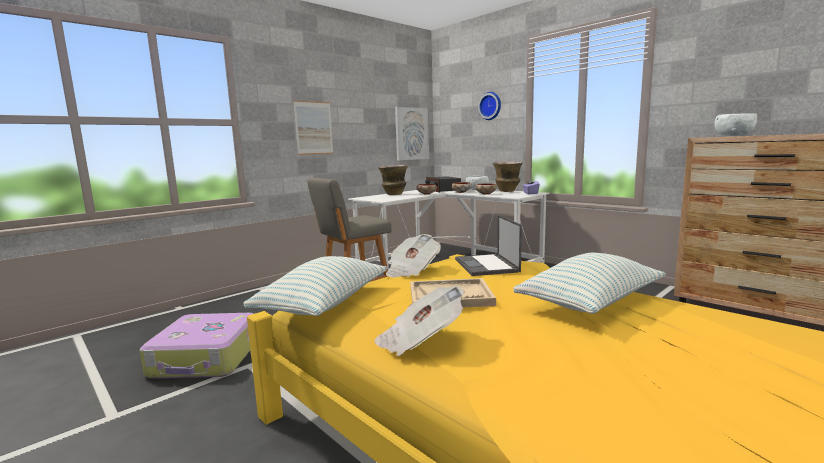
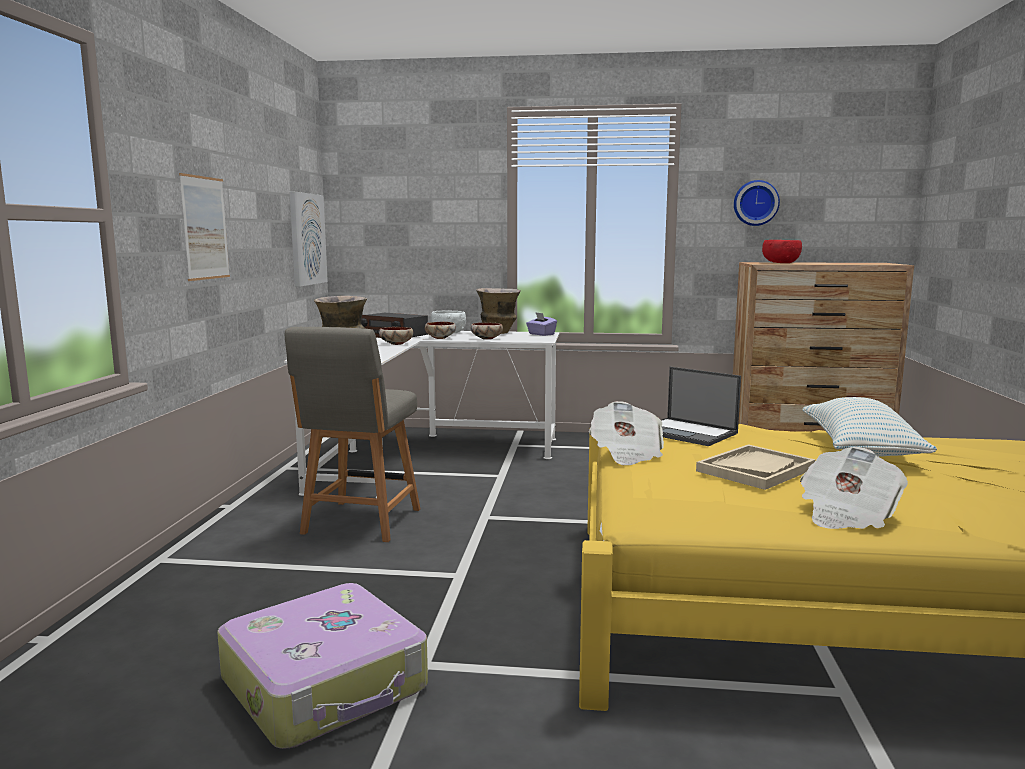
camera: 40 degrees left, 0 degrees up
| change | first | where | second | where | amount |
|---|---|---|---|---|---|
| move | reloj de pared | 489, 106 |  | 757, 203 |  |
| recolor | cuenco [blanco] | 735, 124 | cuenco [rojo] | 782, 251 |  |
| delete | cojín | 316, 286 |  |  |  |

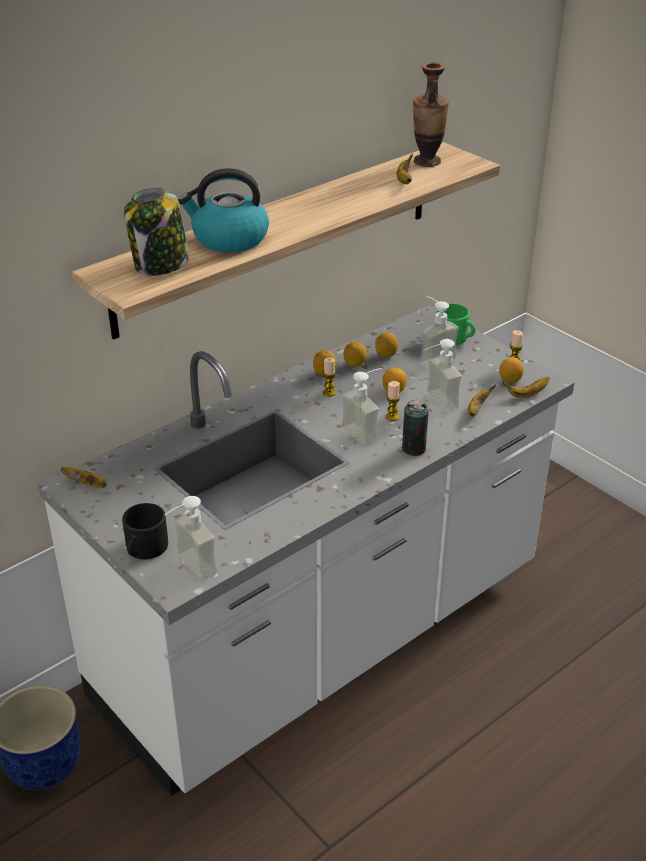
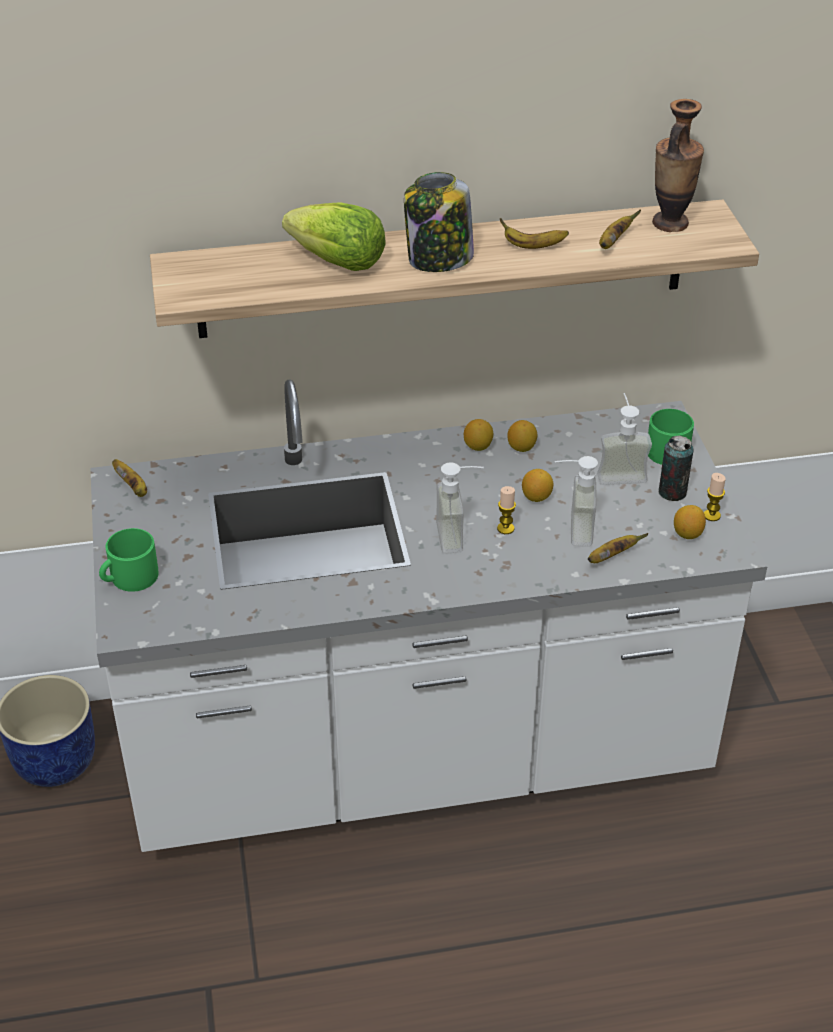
camera: 30 degrees right, 5 degrees up
| change | first | where | second | where | amount |
|---|---|---|---|---|---|
| recolor | taza grande [negro] | 145, 531 | taza grande [verde] | 128, 560 |  |
| replace | hervidor | 223, 210 | lechuga | 334, 236 |  |
| move | tarro | 156, 232 |  | 439, 222 |  |
| move | plátano | 526, 387 |  | 534, 233 |  |
| move | lata | 415, 428 |  | 676, 468 |  |
| delete | dispensador de jabón | 190, 538 |  |  |  |
| delete | vela | 329, 377 |  |  |  |
| delete | limón | 386, 345 |  |  |  |

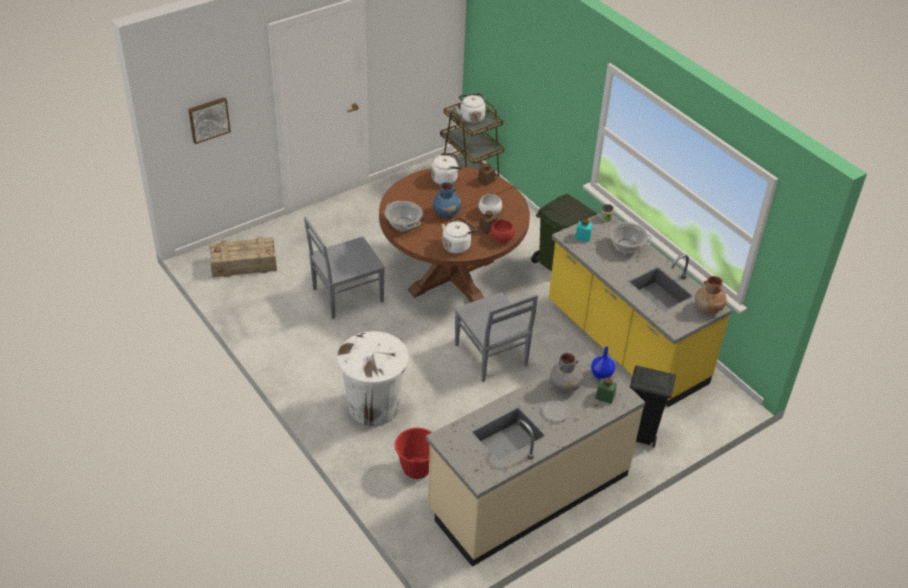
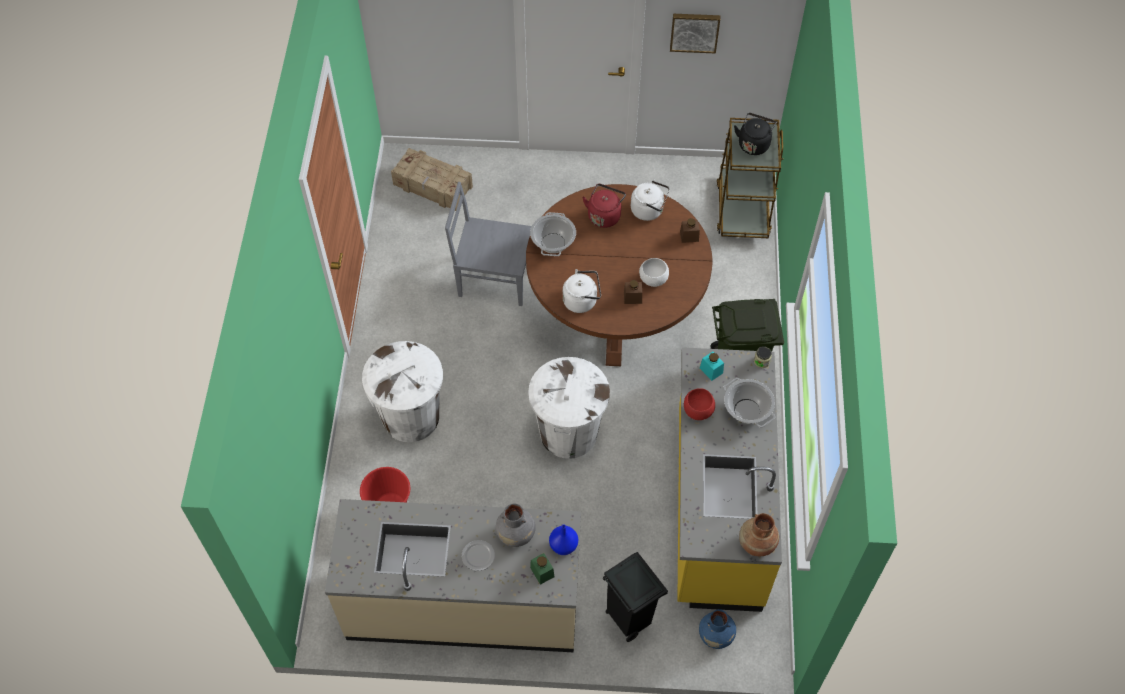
camera: 40 degrees right, 15 degrees up
| change | first | where | second | where | amount |
|---|---|---|---|---|---|
| replace | silla [gris] | 496, 337 | papelera [blanco] | 569, 408 |  |
| insert |  |  | hervidor [rojo] | 604, 206 |  |
| move | cuadro | 209, 120 |  | 695, 34 |  |
| move | cuenco [rojo] | 503, 231 |  | 699, 404 |  |
| move | florero [azul] | 447, 199 |  | 717, 629 |  |
| recolor | hervidor [blanco] | 471, 108 | hervidor [negro] | 755, 134 |  |

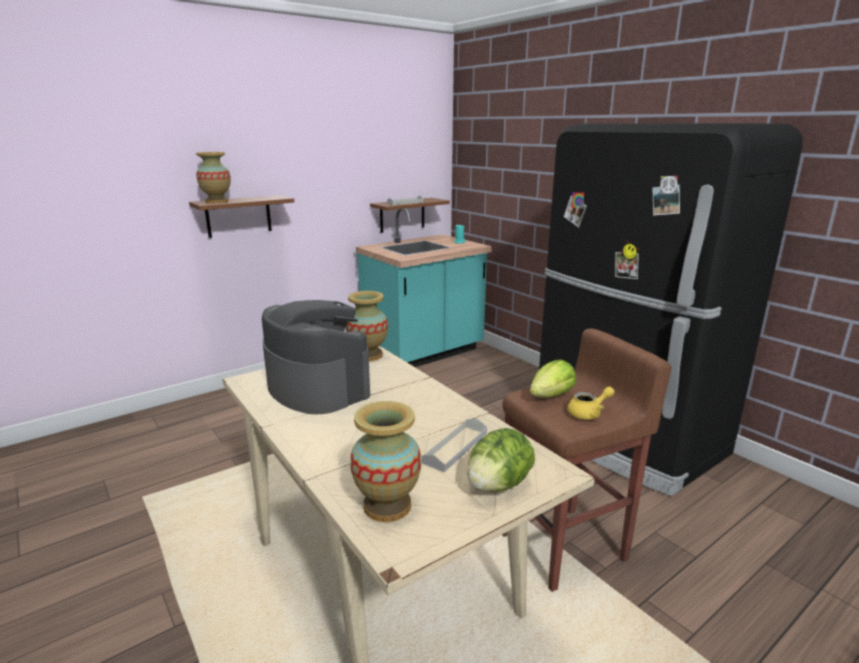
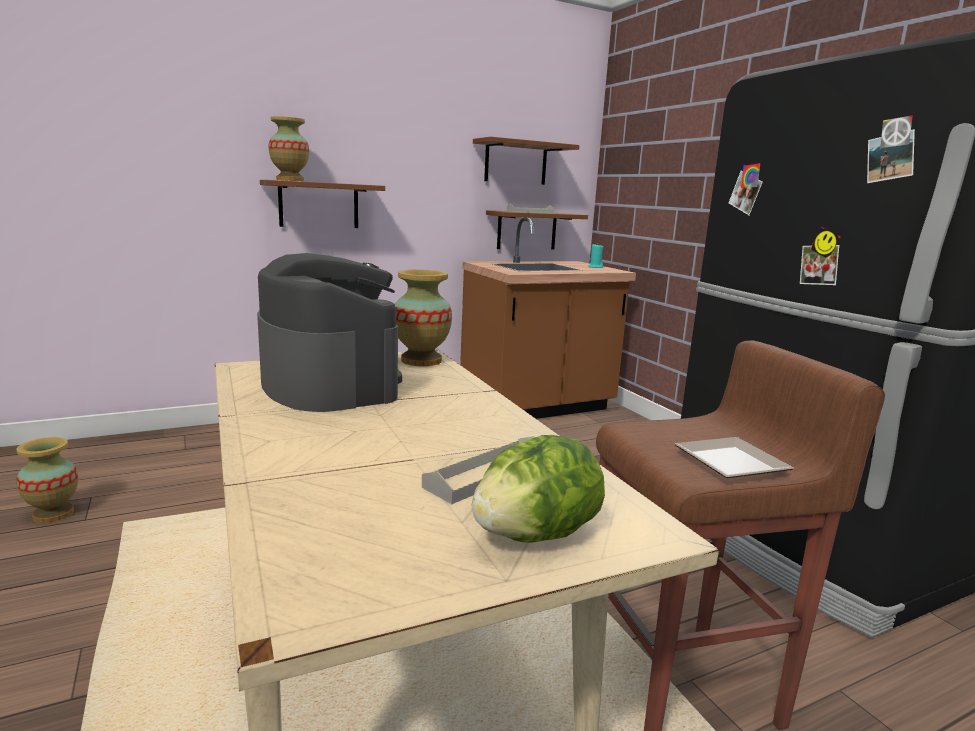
camera: 10 degrees right, 5 degrees down
| change | first | where | second | where | amount |
|---|---|---|---|---|---|
| move | florero | 385, 461 |  | 47, 480 |  |
| recolor | mueble bajo de cocina [turquesa] | 424, 288 | mueble bajo de cocina [marrón] | 548, 318 |  |
| insert |  |  | estante [marrón] | 526, 161 |  |
| replace | tetera [amarillo] | 591, 403 | plato | 734, 457 |  |
| delete | lechuga | 553, 378 |  |  |  |

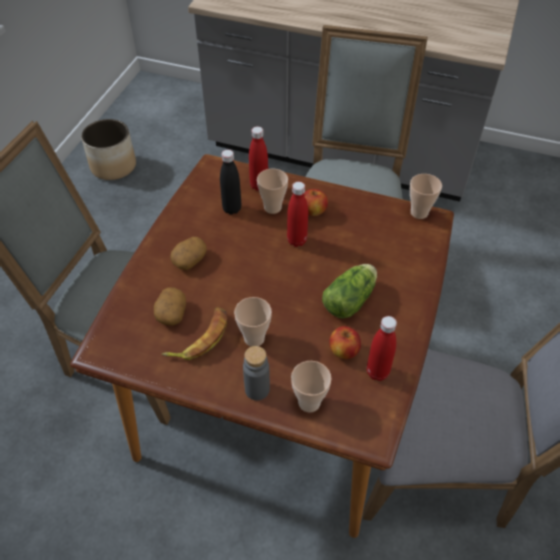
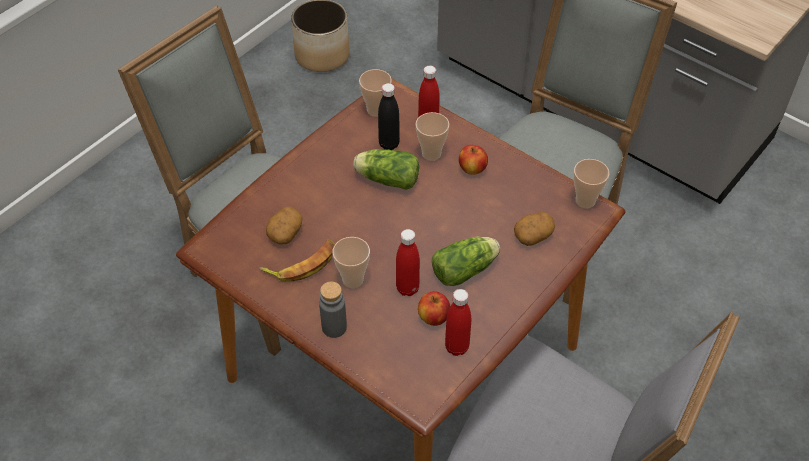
camera: 20 degrees right, 0 degrees up
| change | first | where | second | where | amount |
|---|---|---|---|---|---|
| insert |  |  | lechuga | 386, 169 |  |
| move | taza | 311, 387 |  | 375, 93 |  |
| move | botella [rojo] | 297, 214 |  | 408, 262 |  |
| move | patata | 188, 253 |  | 534, 229 |  |

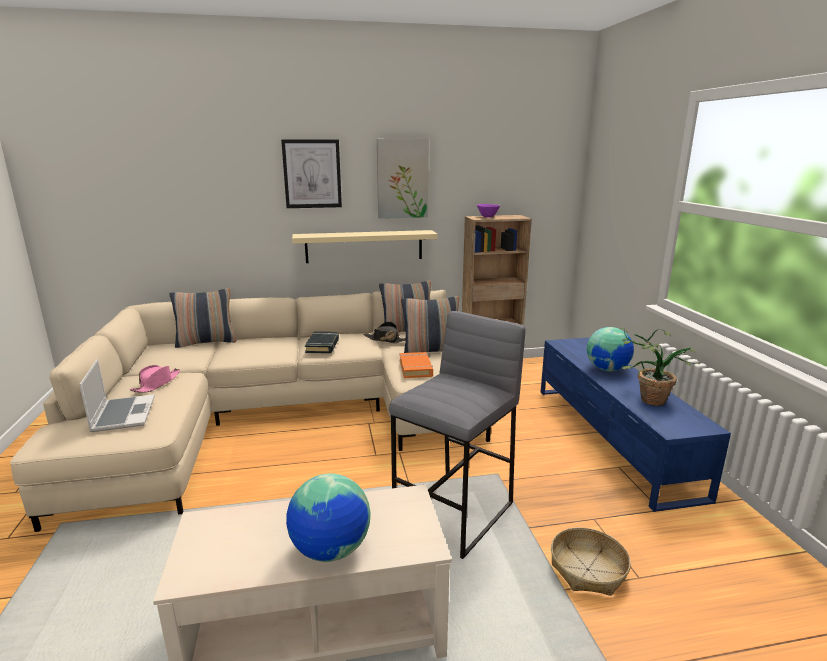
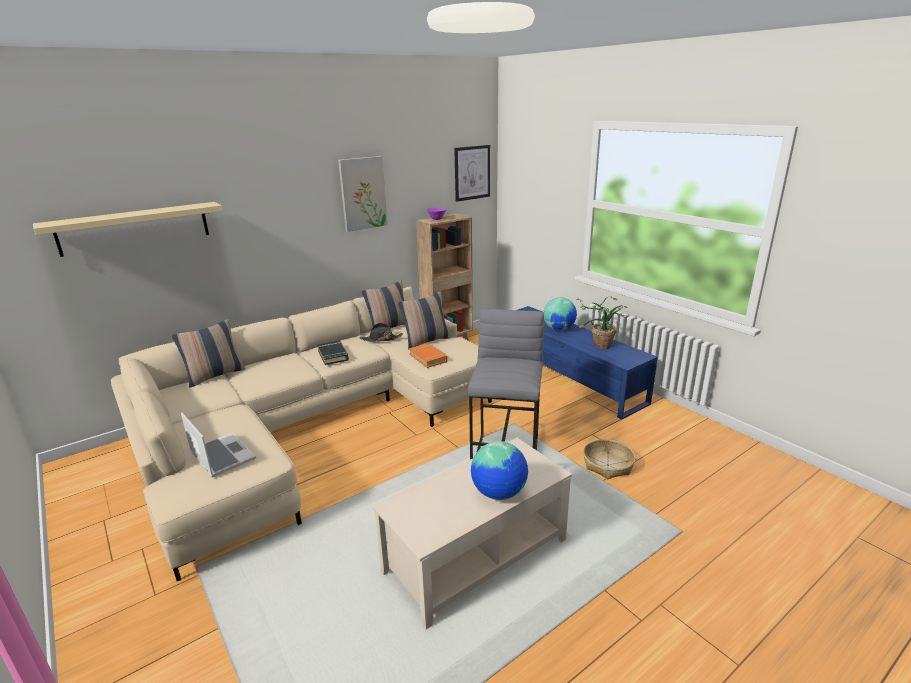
camera: 25 degrees left, 5 degrees up
| change | first | where | second | where | amount |
|---|---|---|---|---|---|
| move | estante [beis] | 365, 246 |  | 128, 229 |  |
| move | cuadro | 311, 173 |  | 472, 173 |  |
| delete | sombrero [rosa] | 155, 379 |  |  |  |

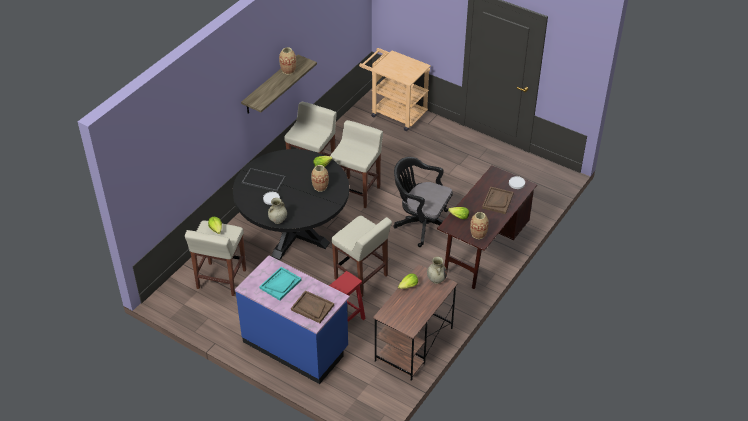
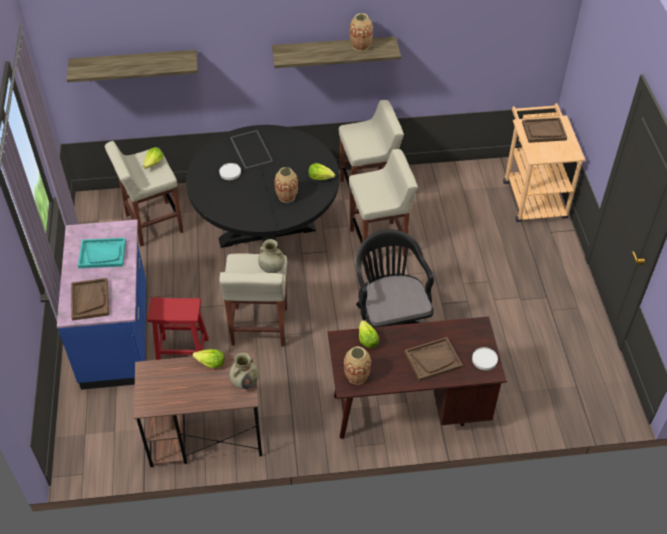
camera: 50 degrees right, 5 degrees up
| change | first | where | second | where | amount |
|---|---|---|---|---|---|
| insert |  |  | estante | 132, 66 |  |
| move | florero [beis] | 277, 211 |  | 271, 256 |  |
| insert |  |  | bandeja [marrón] | 544, 130 |  |

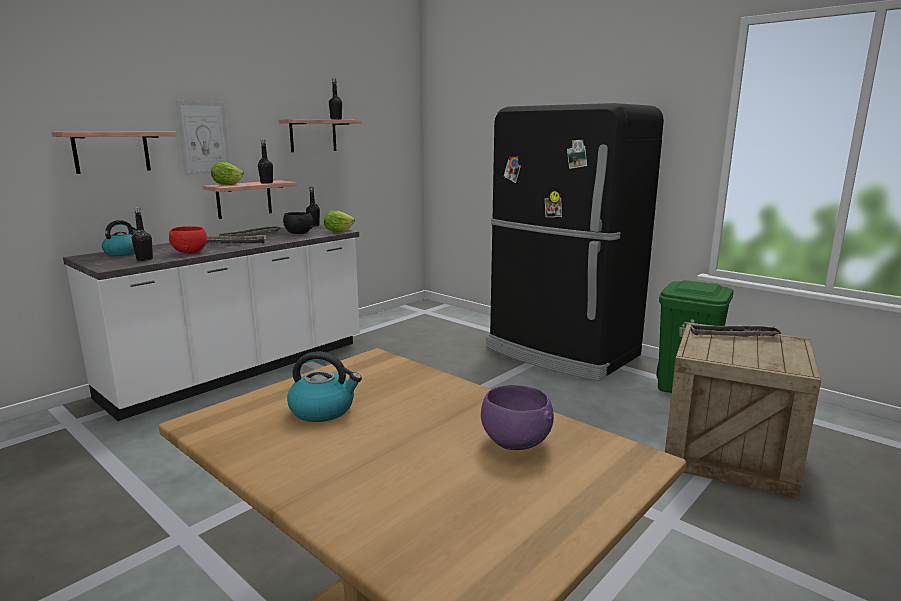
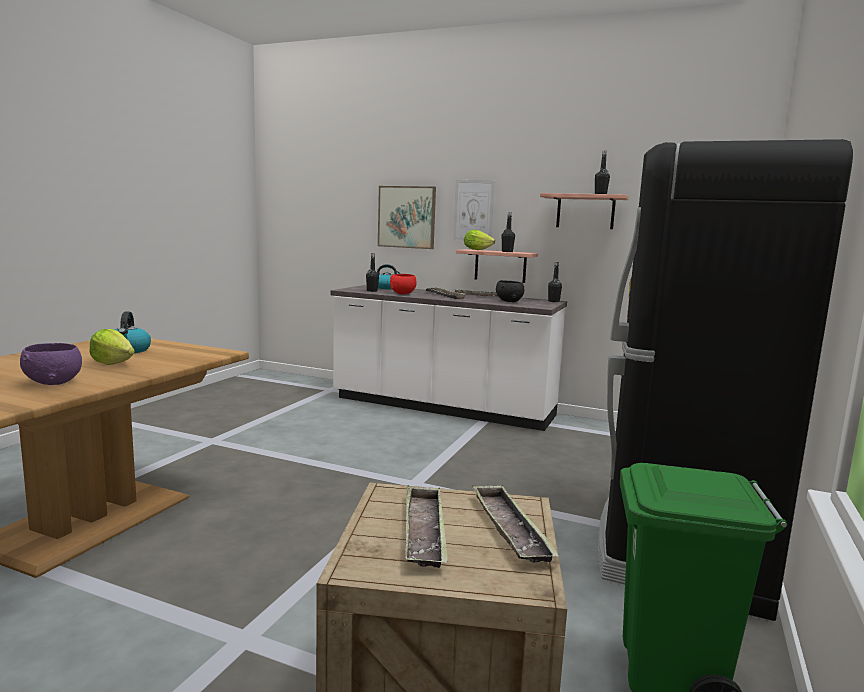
camera: 70 degrees right, 5 degrees down
| change | first | where | second | where | amount |
|---|---|---|---|---|---|
| move | lechuga | 339, 221 |  | 112, 347 |  |
| replace | estante | 114, 153 | cuadro | 407, 217 |  |
| insert |  |  | bandeja | 426, 526 |  |

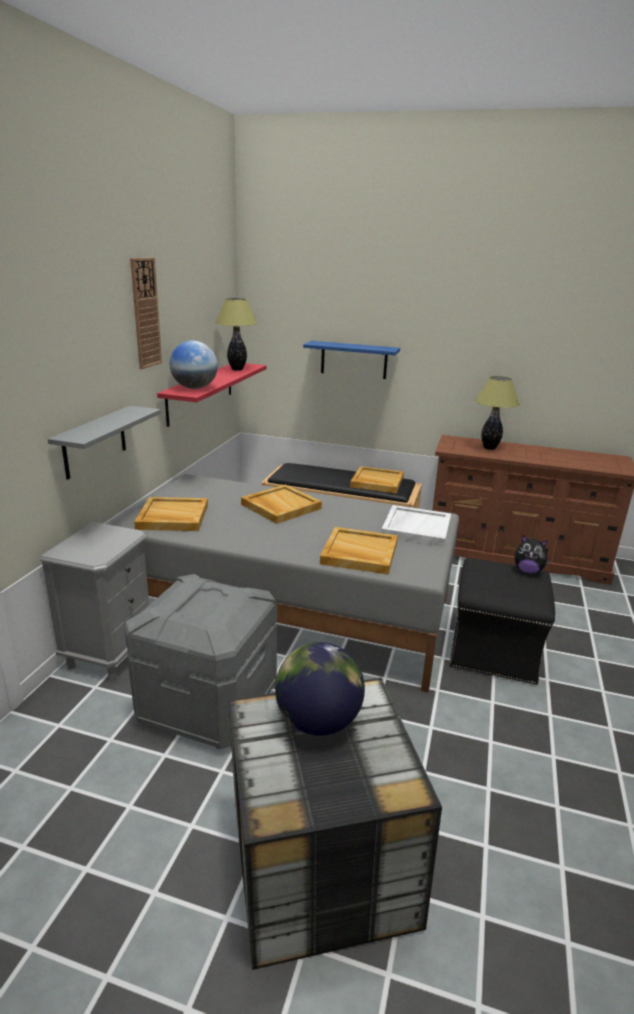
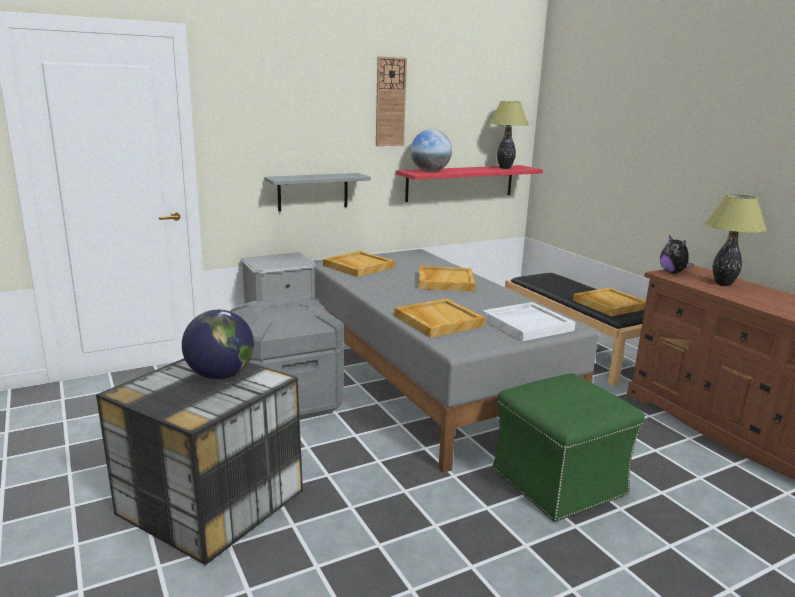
camera: 45 degrees right, 5 degrees down
| change | first | where | second | where | amount |
|---|---|---|---|---|---|
| recolor | puf [negro] | 502, 621 | puf [verde] | 568, 447 |  |
| move | peluche | 532, 555 |  | 676, 254 |  |
| delete | estante [azul] | 351, 360 |  |  |  |

